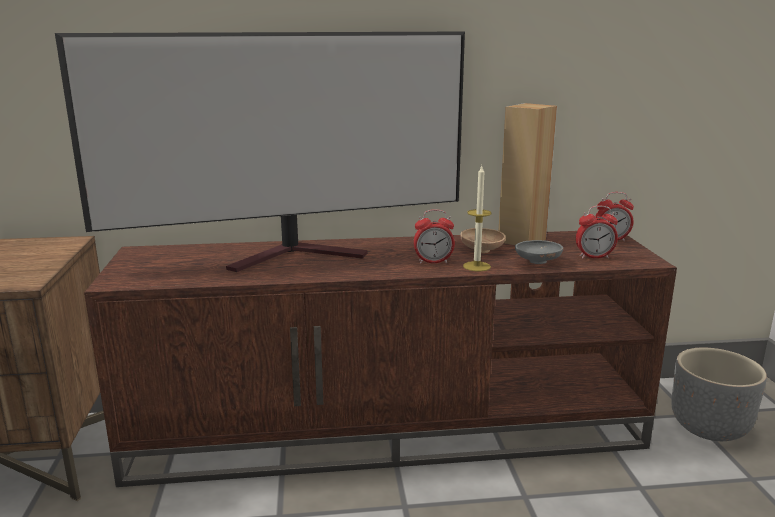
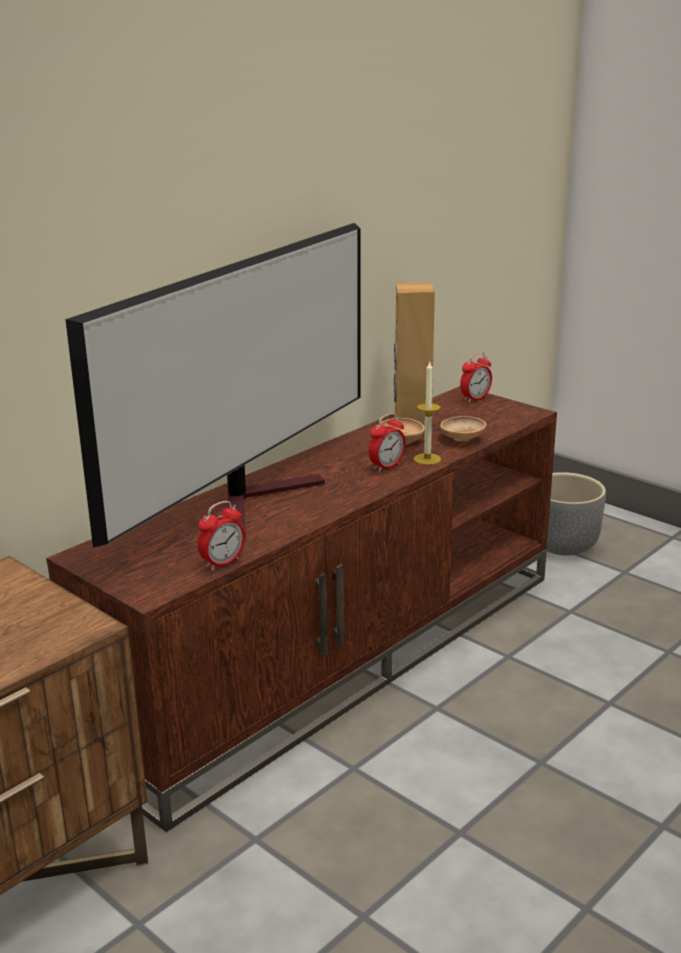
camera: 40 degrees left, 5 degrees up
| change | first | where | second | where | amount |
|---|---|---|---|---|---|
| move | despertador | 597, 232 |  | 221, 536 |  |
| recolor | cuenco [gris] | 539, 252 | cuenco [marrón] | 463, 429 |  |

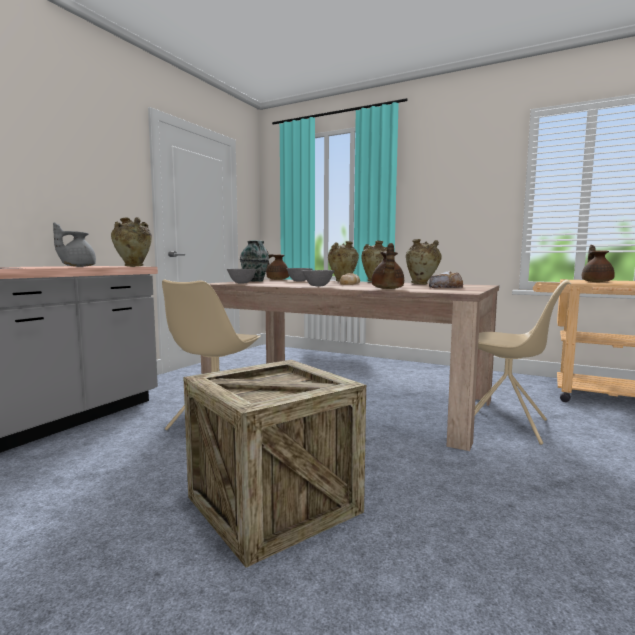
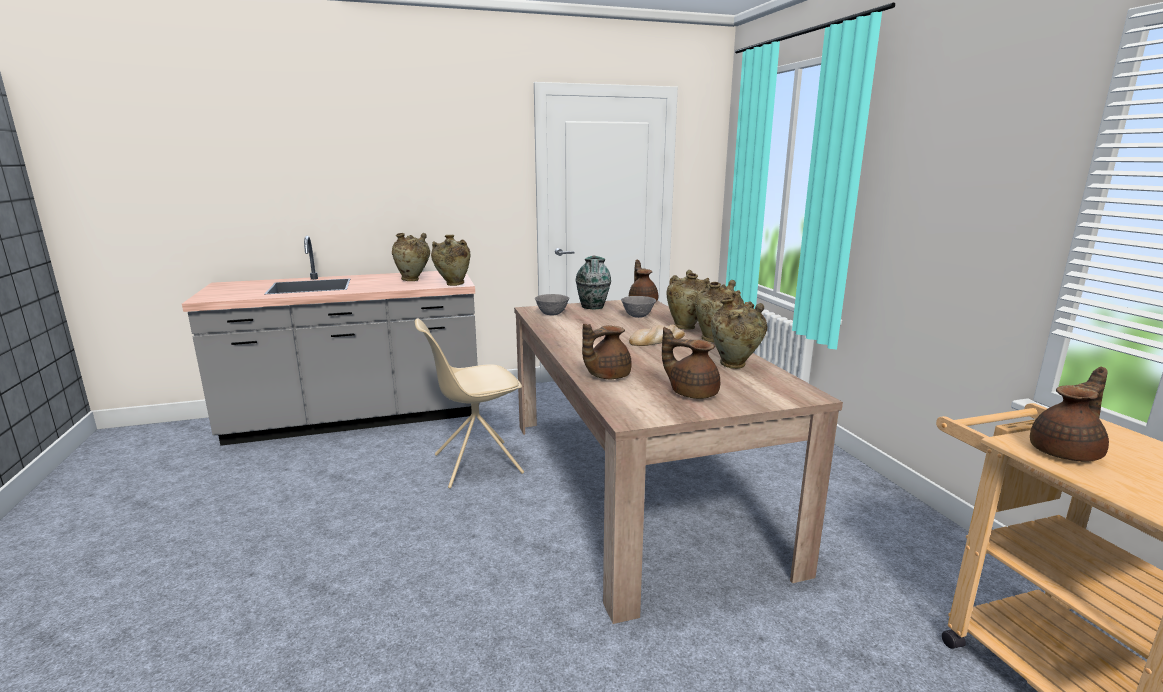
camera: 45 degrees right, 10 degrees up
| change | first | where | second | where | amount |
|---|---|---|---|---|---|
| replace | tetera [gris] | 74, 244 | florero [beis] | 411, 257 |  |
| replace | pan | 446, 279 | tetera [marrón] | 691, 363 |  |
| delete | caja de embalaje | 274, 464 |  |  |  |
| delete | cuenco [gris] | 318, 278 |  |  |  |
| delete | silla [beis] | 523, 362 |  |  |  |

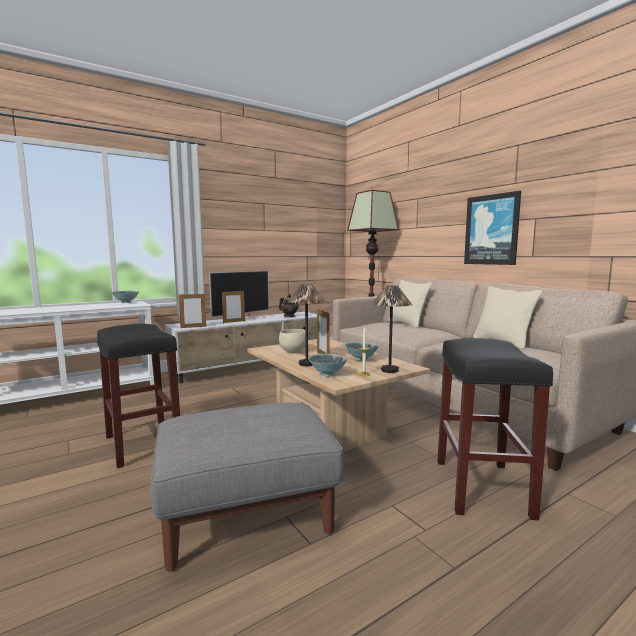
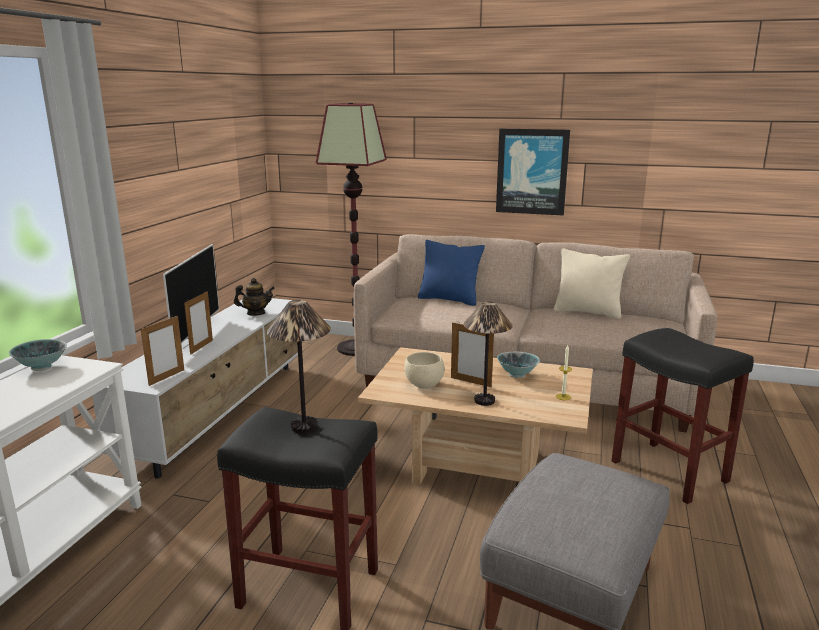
camera: 40 degrees left, 10 degrees up
| change | first | where | second | where | amount |
|---|---|---|---|---|---|
| move | lámpara de mesa | 392, 329 |  | 299, 367 |  |
| recolor | cojín [beis] | 410, 304 | cojín [azul] | 451, 273 |  |
| delete | cuenco | 328, 365 |  |  |  |

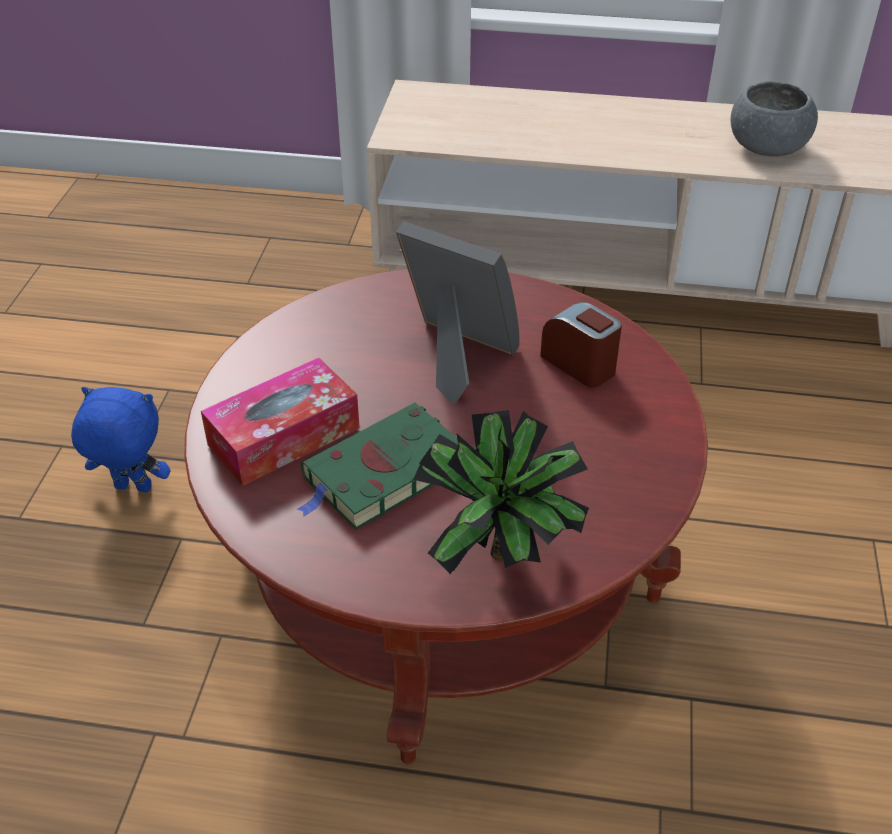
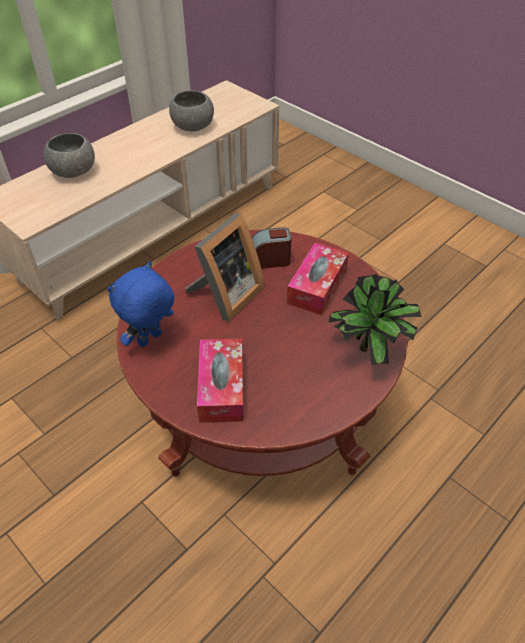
camera: 55 degrees left, 5 degrees up
| change | first | where | second | where | amount |
|---|---|---|---|---|---|
| insert |  |  | cuenco [gris] | 69, 155 |  |
| move | peluche [azul] | 120, 439 |  | 140, 304 |  |
| rotate | portarretratos | 458, 312 |  | 225, 267 | 150 degrees clockwise |
| insert |  |  | caja de pañuelos | 318, 279 |  |
| delete | libro [verde] | 377, 466 |  |  |  |

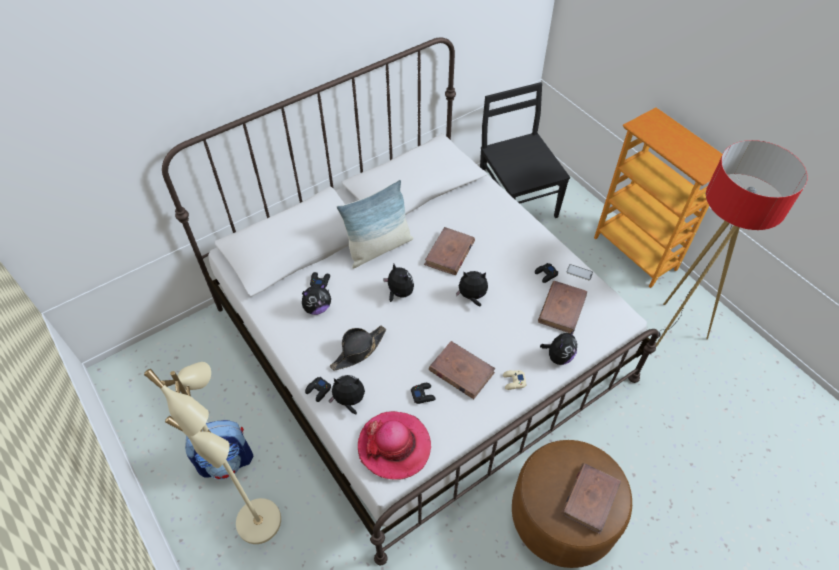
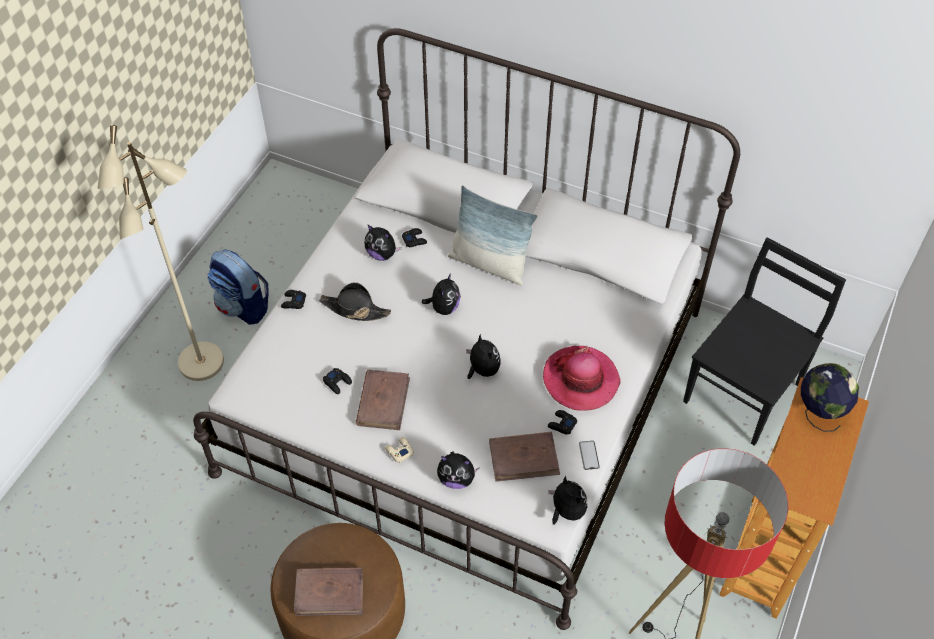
camera: 60 degrees right, 0 degrees up
| change | first | where | second | where | amount |
|---|---|---|---|---|---|
| move | sombrero | 394, 445 |  | 581, 378 |  |
| move | peluche | 347, 395 |  | 567, 500 |  |
| insert |  |  | globo terráqueo | 830, 397 |  |
| delete | libro [marrón] | 449, 251 |  |  |  |

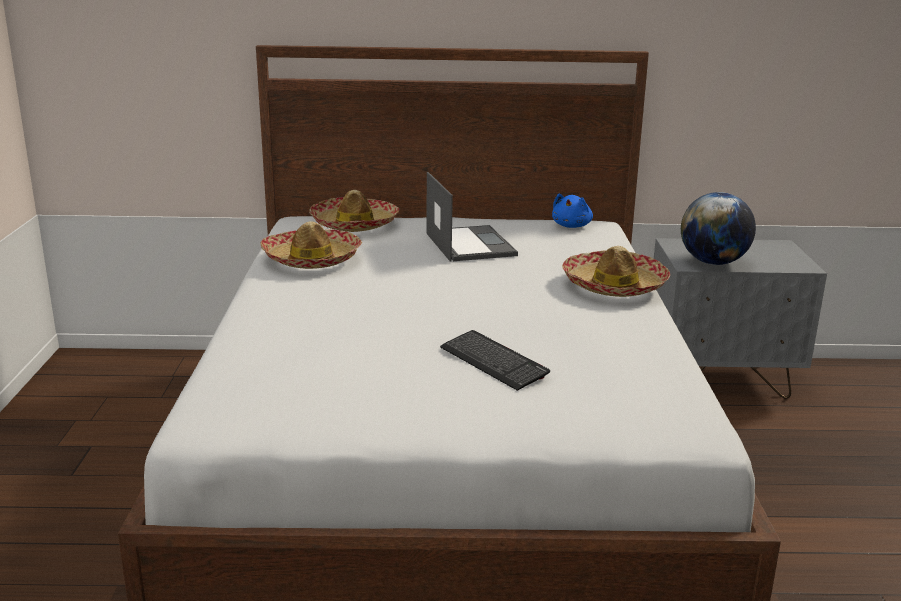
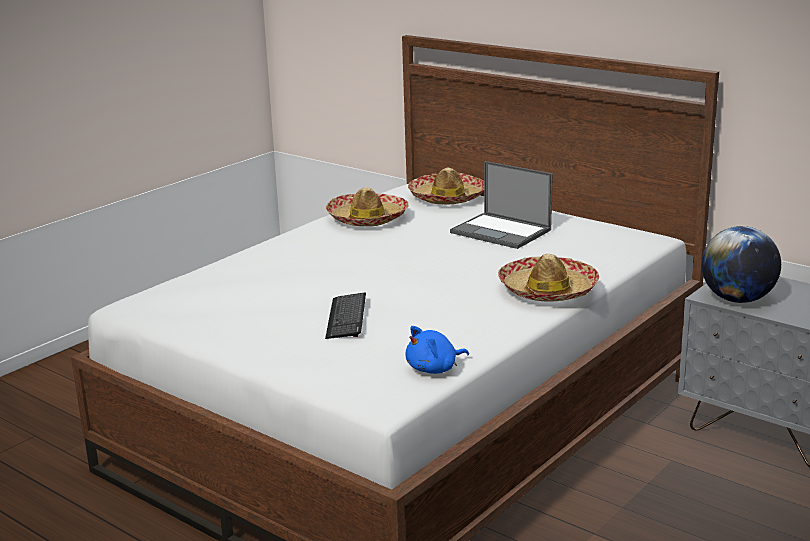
camera: 40 degrees right, 0 degrees up
| change | first | where | second | where | amount |
|---|---|---|---|---|---|
| move | peluche [azul] | 572, 211 |  | 437, 350 |  |
| rotate | portátil | 472, 217 |  | 501, 205 | 105 degrees clockwise |

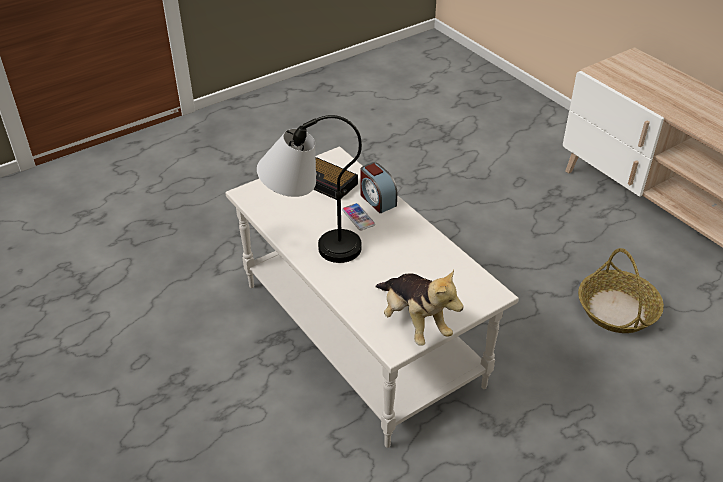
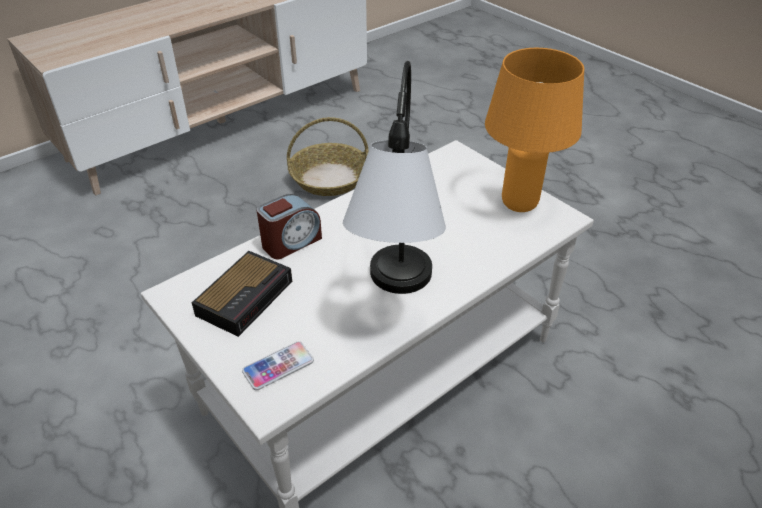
camera: 95 degrees left, 0 degrees up
| change | first | where | second | where | amount |
|---|---|---|---|---|---|
| move | móvil | 358, 216 |  | 278, 365 |  |
| replace | peluche | 419, 307 | lámpara de mesa [naranja] | 534, 130 |  |

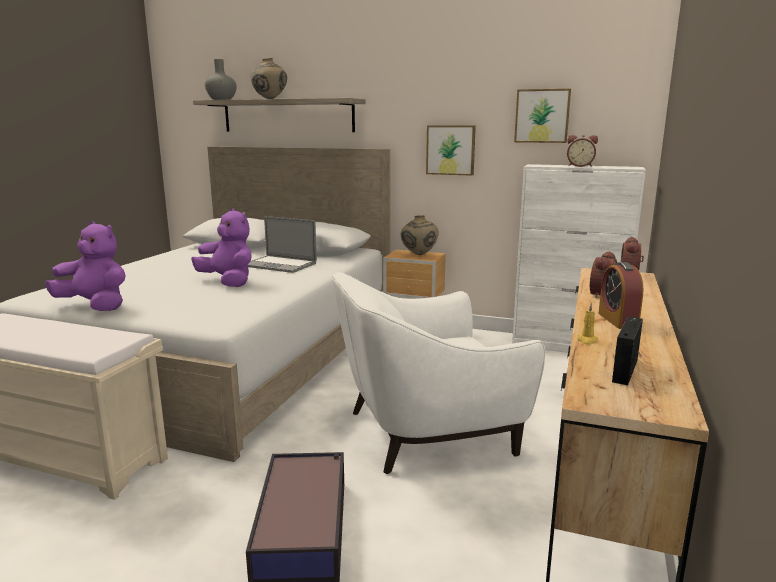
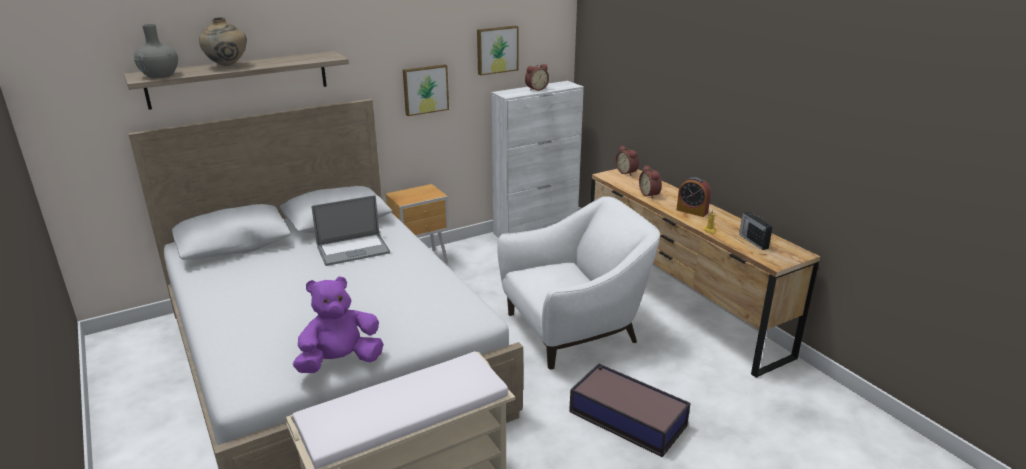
camera: 50 degrees left, 10 degrees up
| change | first | where | second | where | amount |
|---|---|---|---|---|---|
| rotate | sillón [blanco] | 438, 373 |  | 578, 283 | 135 degrees counterclockwise |
| delete | peluche [morado] | 221, 247 |  |  |  |
| delete | florero [beis] | 419, 235 |  |  |  |

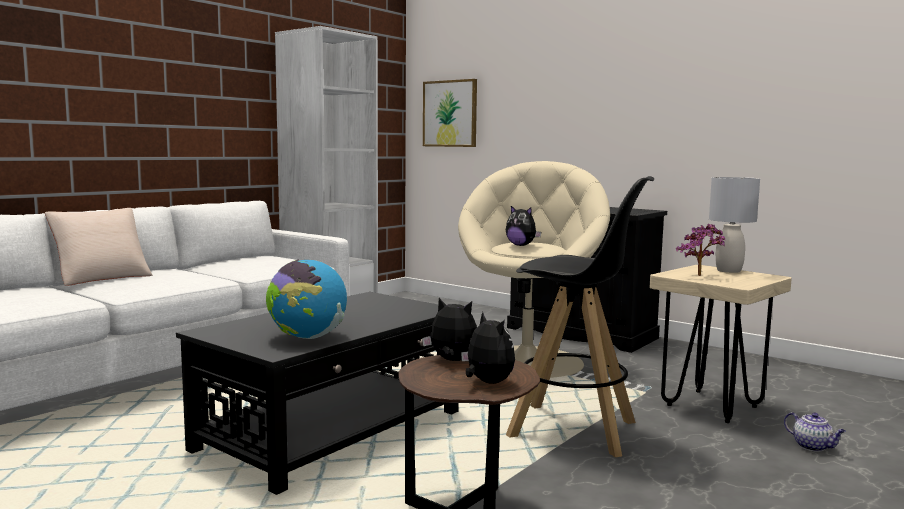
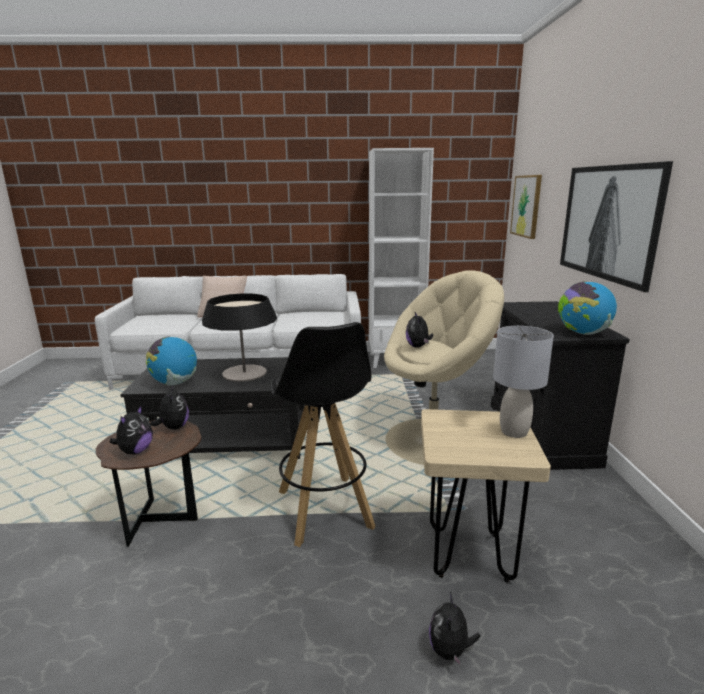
camera: 50 degrees right, 10 degrees up
| change | first | where | second | where | amount |
|---|---|---|---|---|---|
| insert |  |  | lámpara de mesa | 239, 338 |  |
| replace | tetera | 815, 431 | peluche | 454, 629 |  |
| insert |  |  | globo terráqueo | 587, 308 |  |
| insert |  |  | cuadro | 616, 226 |  |
| delete | planta en maceta | 701, 250 |  |  |  |

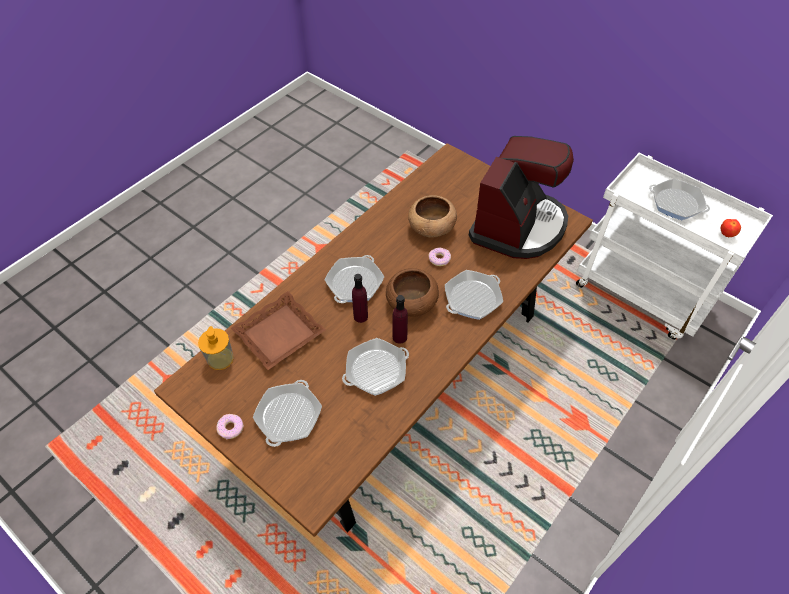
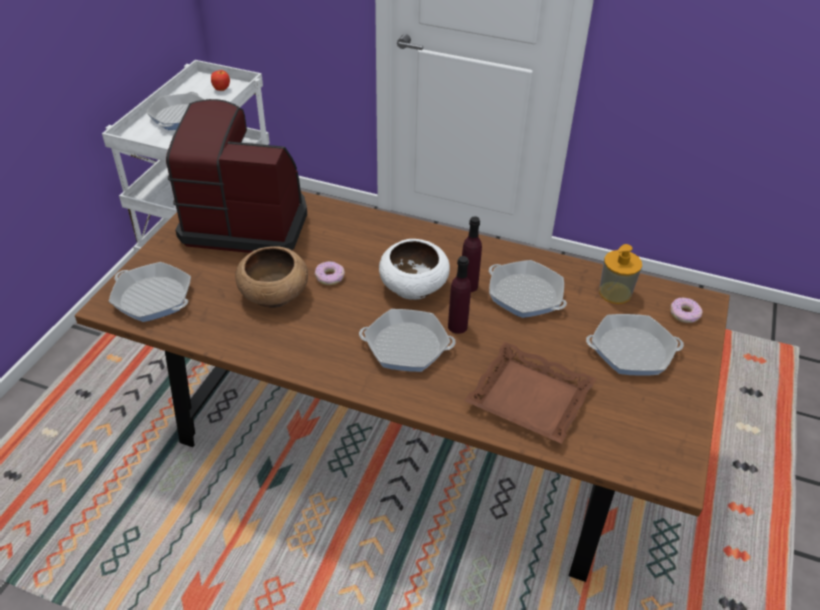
camera: 110 degrees left, 10 degrees down
| change | first | where | second | where | amount |
|---|---|---|---|---|---|
| move | sartén | 474, 295 |  | 150, 292 |  |
| recolor | cuenco [marrón] | 412, 292 | cuenco [blanco] | 414, 269 |  |
| move | dispensador de jabón | 216, 348 |  | 620, 274 |  |
| move | rosquilla | 230, 426 |  | 687, 310 |  |

